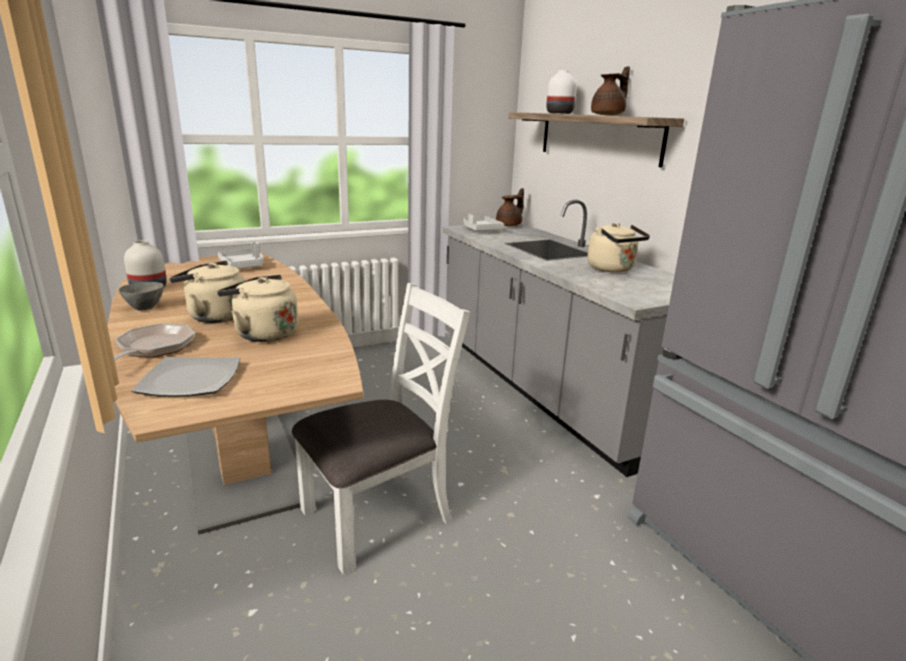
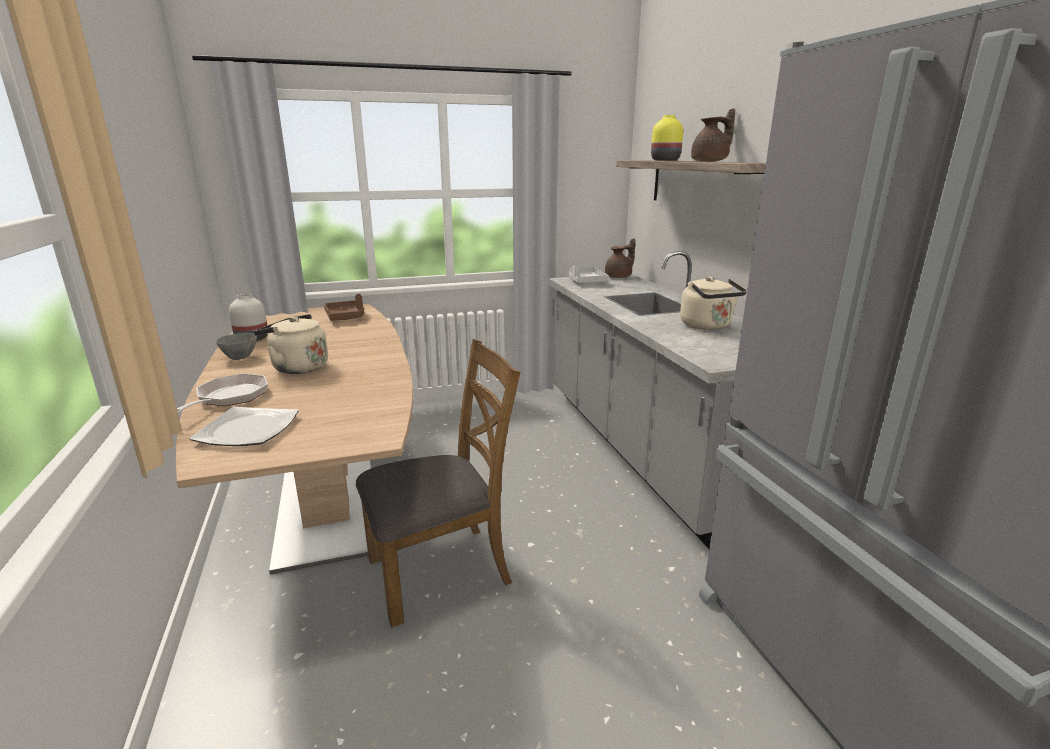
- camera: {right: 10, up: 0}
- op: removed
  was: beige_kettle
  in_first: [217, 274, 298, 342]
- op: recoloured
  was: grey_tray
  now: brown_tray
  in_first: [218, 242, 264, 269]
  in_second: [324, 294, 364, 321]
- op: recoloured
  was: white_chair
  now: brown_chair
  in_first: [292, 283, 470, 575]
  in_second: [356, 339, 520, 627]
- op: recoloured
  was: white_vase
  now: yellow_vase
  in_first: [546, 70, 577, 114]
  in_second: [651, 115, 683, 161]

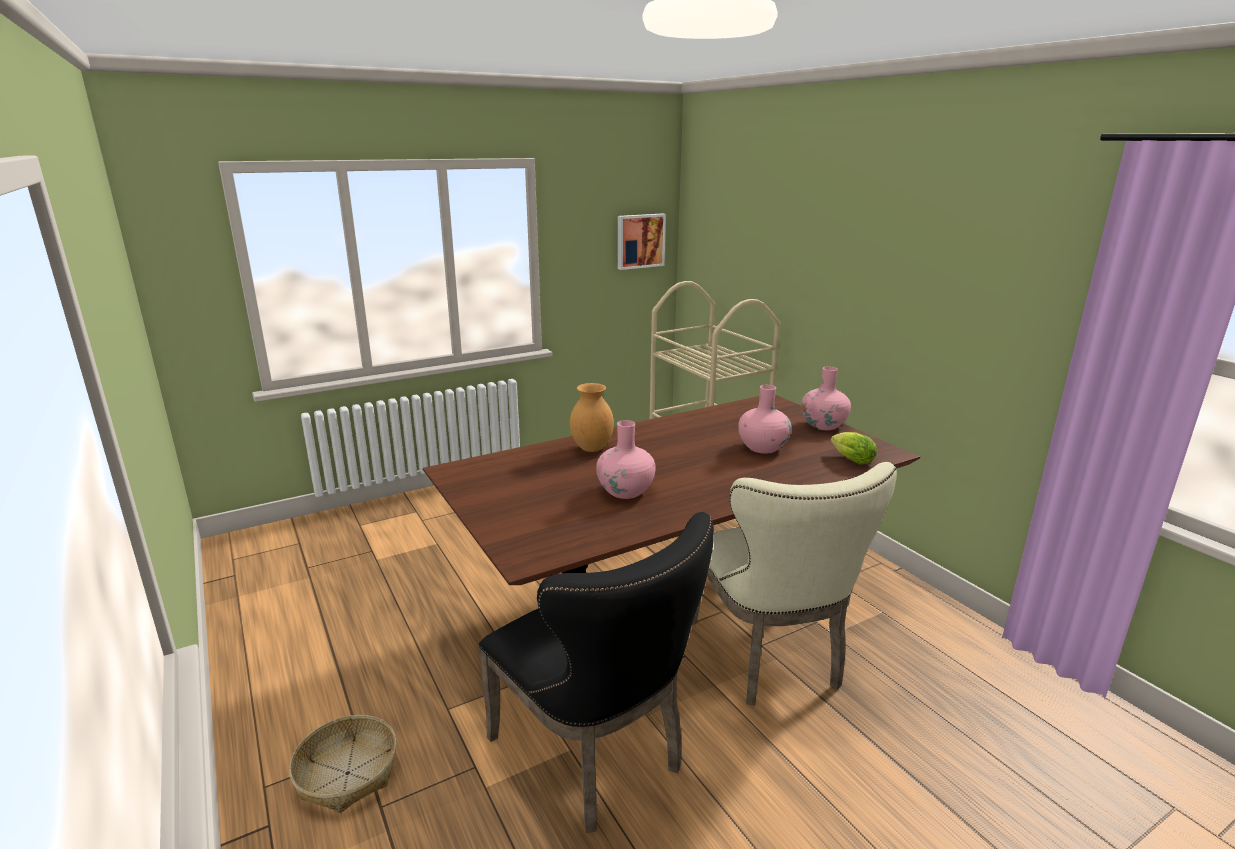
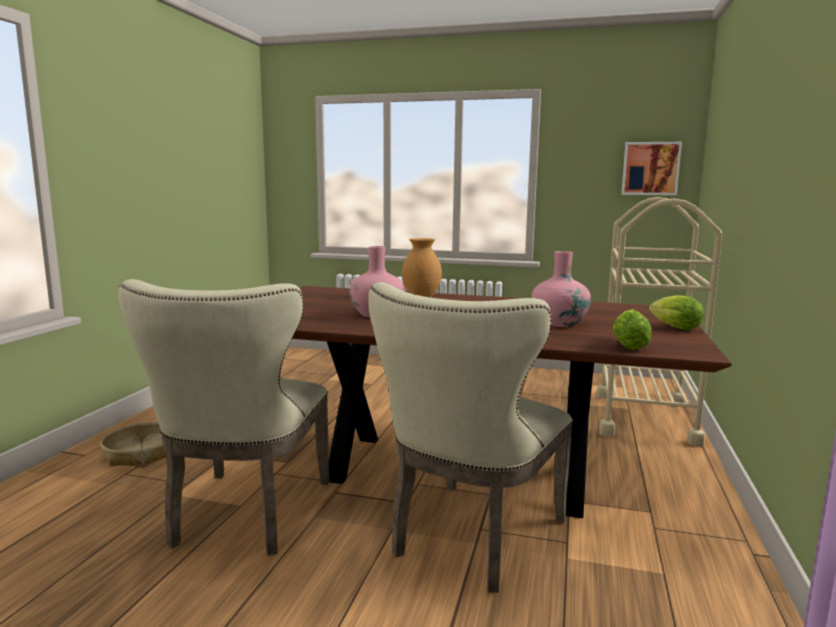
- camera: {right: 45, up: -10}
- op: replaced
  was: pink_vase
  now: lettuce
  in_first: [801, 366, 851, 430]
  in_second: [649, 295, 704, 330]
- op: recoloured
  was: black_chair
  now: beige_chair
  in_first: [479, 512, 714, 833]
  in_second: [118, 279, 330, 555]

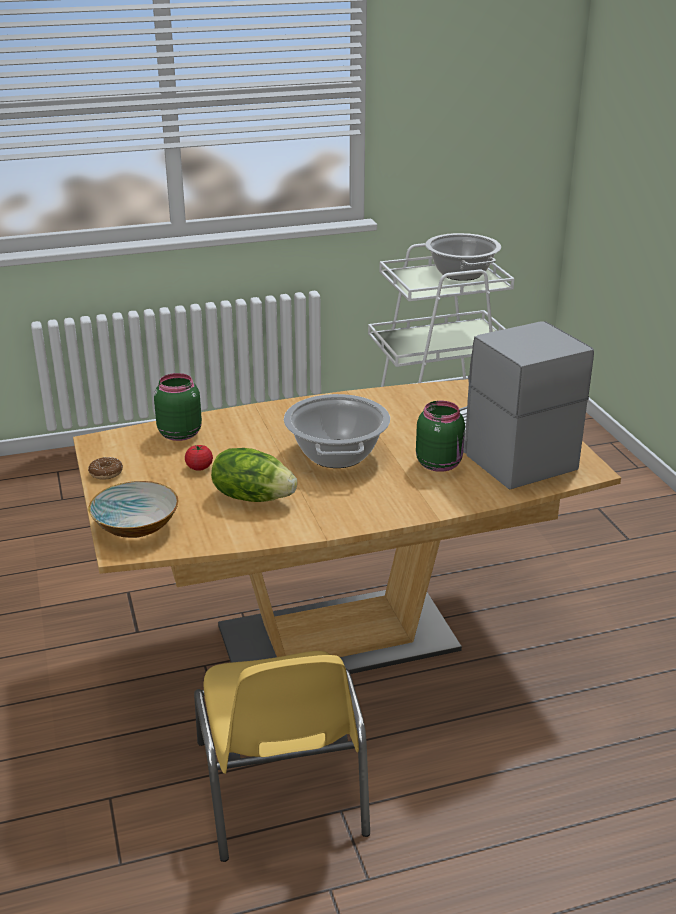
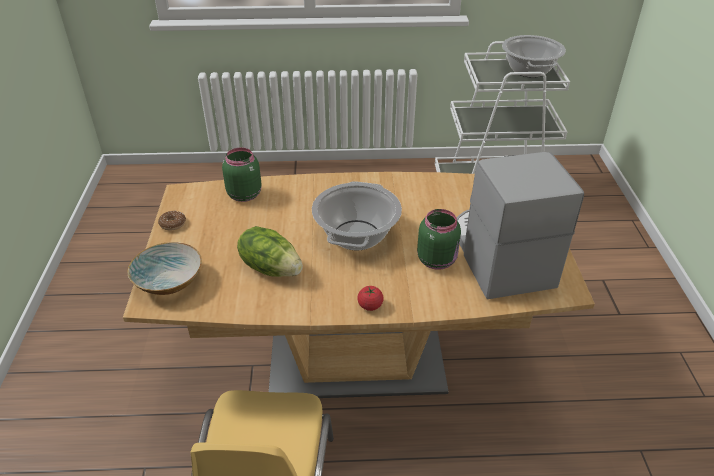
- camera: {right: 15, up: 10}
- op: moved
  was: tomato
  in_first: [185, 445, 213, 471]
  in_second: [357, 286, 384, 311]

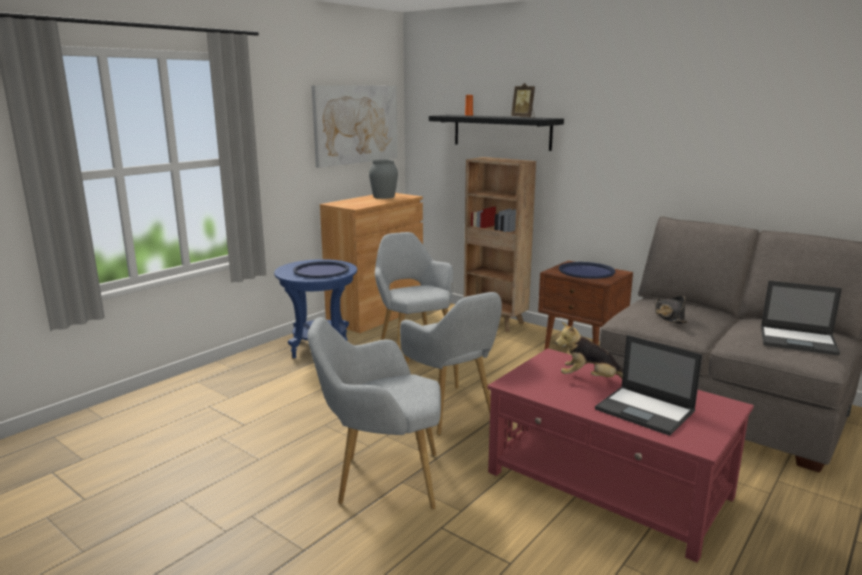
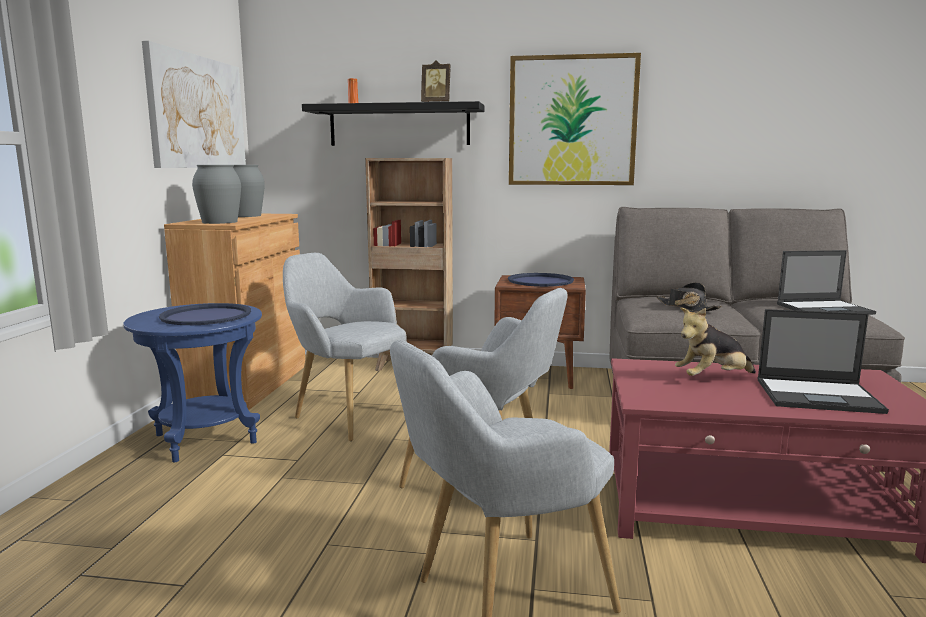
- camera: {right: -30, up: -5}
- op: added
  now: grey_vase
  in_second: [192, 165, 241, 224]
- op: added
  now: picture
  in_second: [509, 53, 641, 185]

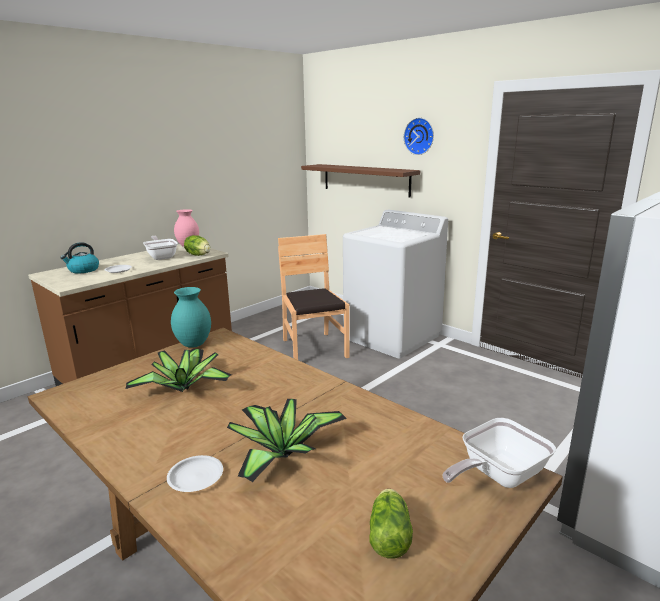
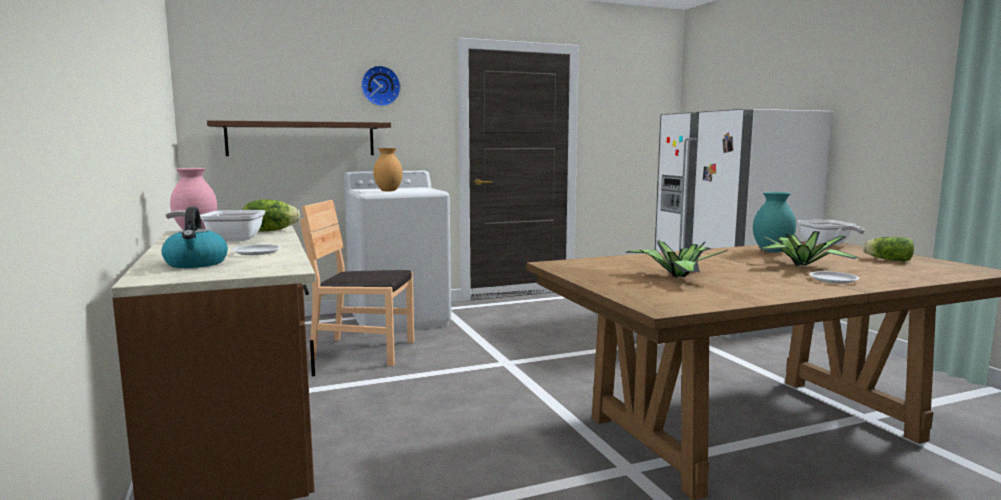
- camera: {right: -65, up: -10}
- op: added
  now: brown_vase
  in_second: [373, 148, 403, 191]
- op: moved
  was: turquoise_vase
  in_first: [171, 287, 211, 348]
  in_second: [753, 192, 796, 253]

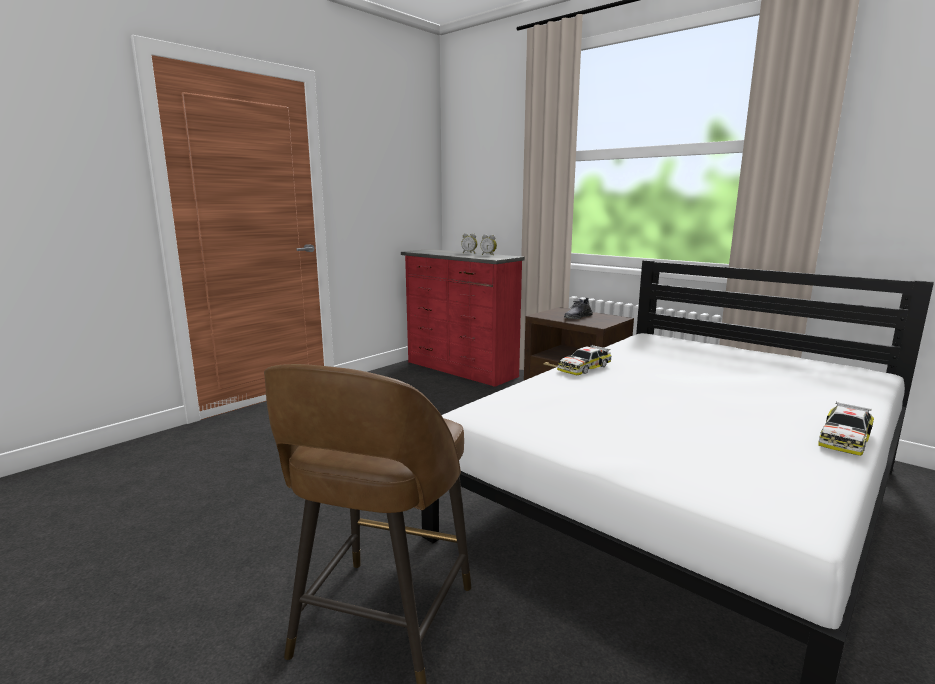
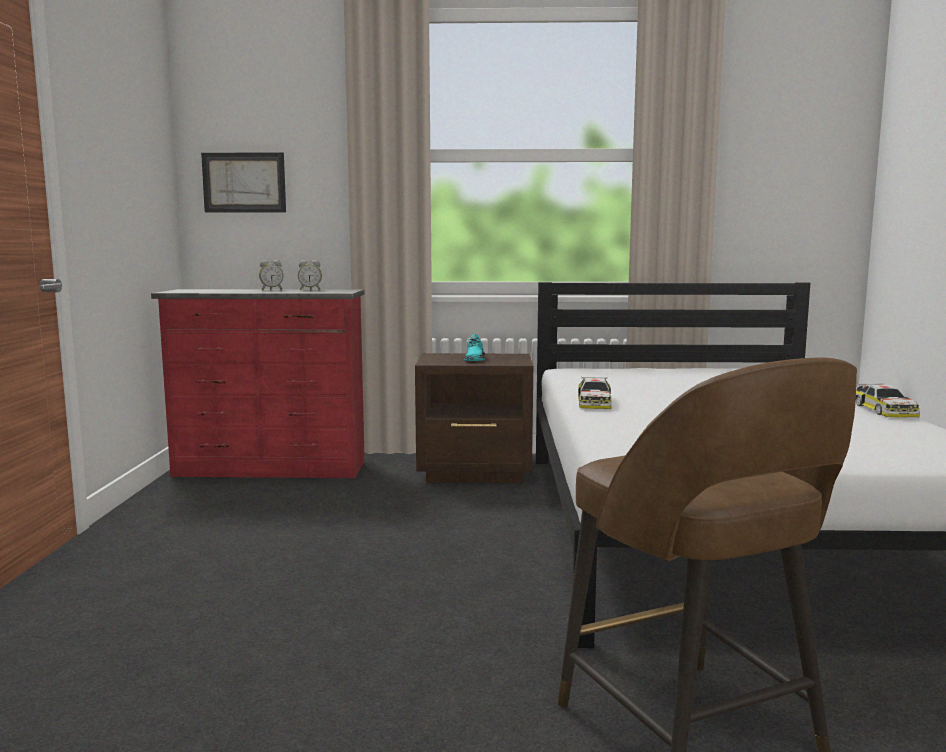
- camera: {right: -40, up: -5}
- op: added
  now: picture
  in_second: [201, 152, 286, 212]
- op: recoloured
  was: grey_shoe
  now: turquoise_shoe
  in_first: [564, 298, 593, 319]
  in_second: [464, 334, 485, 361]

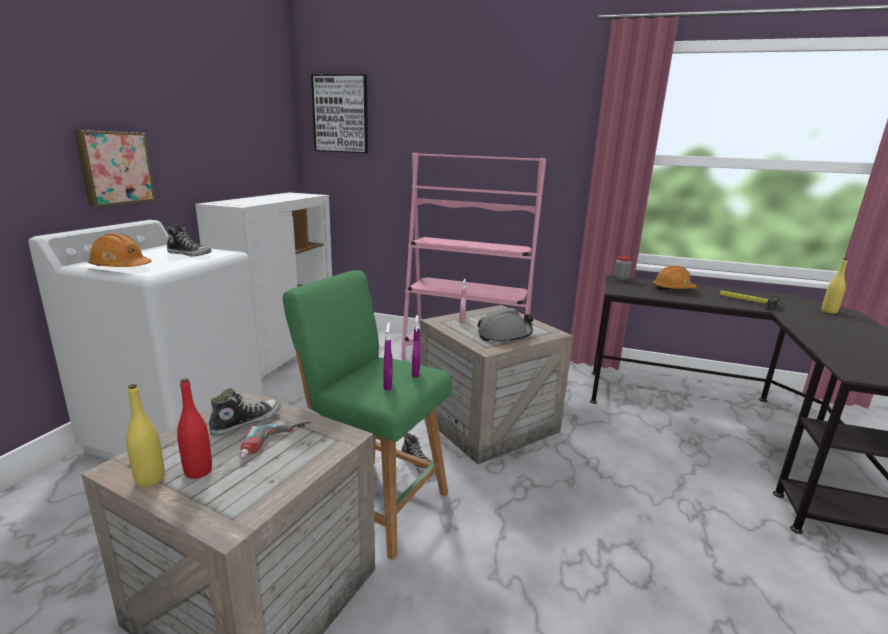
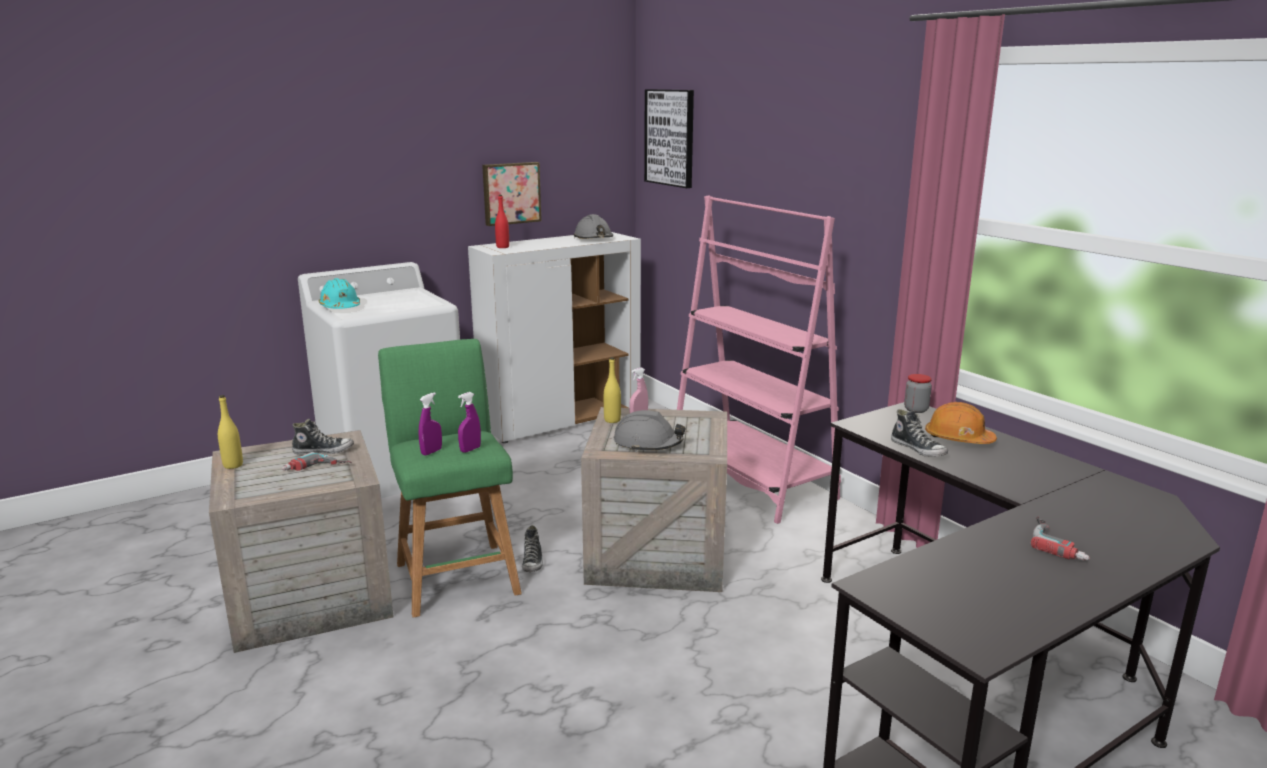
- camera: {right: 40, up: 0}
- op: removed
  was: hammer
  in_first: [719, 291, 780, 310]
- op: added
  now: grey_hard_hat
  in_second: [574, 214, 613, 239]
- op: added
  now: power_drill
  in_second: [1031, 516, 1090, 561]
- op: moved
  was: picture
  in_first: [74, 130, 156, 207]
  in_second: [482, 162, 541, 226]
- op: moved
  was: shoe
  in_first: [166, 224, 212, 257]
  in_second: [891, 409, 948, 457]
- op: moved
  was: red_bottle
  in_first: [177, 378, 212, 479]
  in_second: [495, 195, 509, 248]
- op: moved
  was: yellow_bottle
  in_first: [822, 259, 848, 313]
  in_second: [604, 357, 621, 423]
- op: recoloured
  was: orange_hard_hat
  now: turquoise_hard_hat
  in_first: [88, 233, 152, 267]
  in_second: [319, 278, 360, 309]

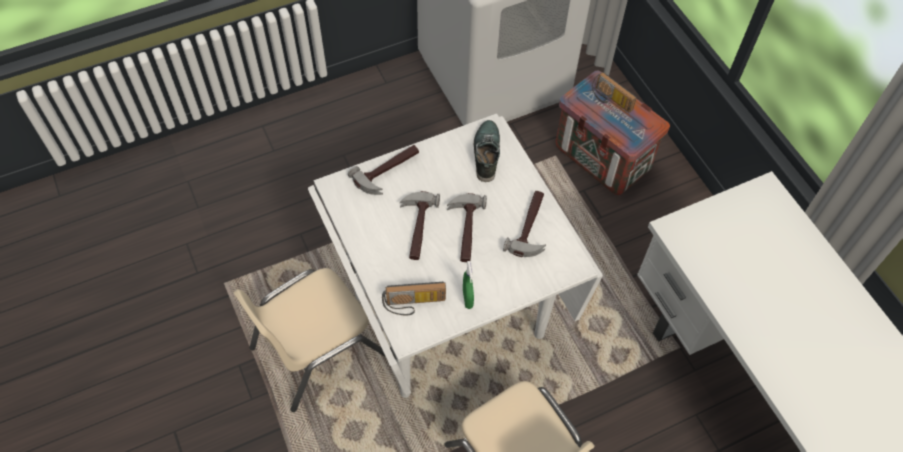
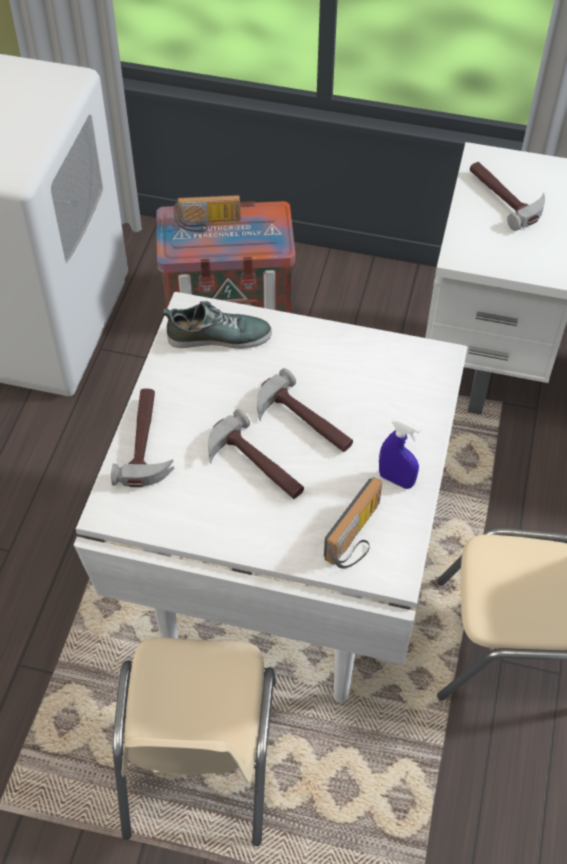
- camera: {right: -50, up: -5}
- op: moved
  was: hammer
  in_first: [503, 191, 546, 257]
  in_second: [470, 162, 545, 231]
- op: recoloured
  was: green_spray_bottle
  now: blue_spray_bottle
  in_first: [463, 261, 474, 309]
  in_second: [379, 419, 420, 489]
- op: turned
  was: shoe
  in_first: [474, 120, 500, 182]
  in_second: [163, 301, 272, 349]
  clockwise: 135

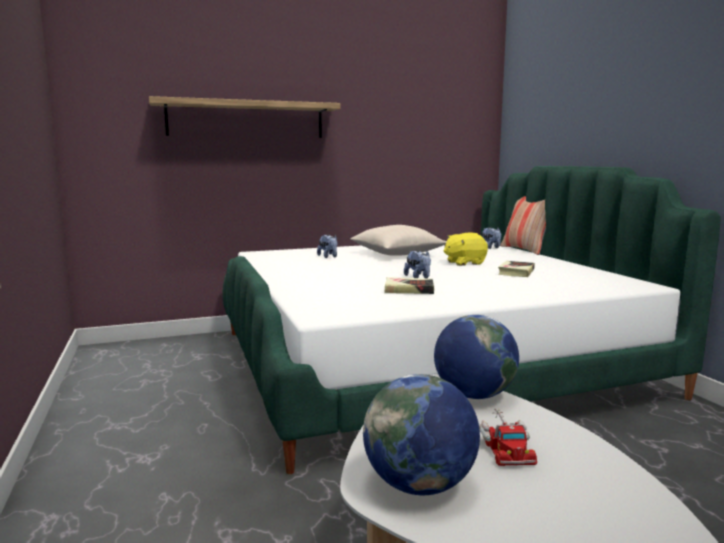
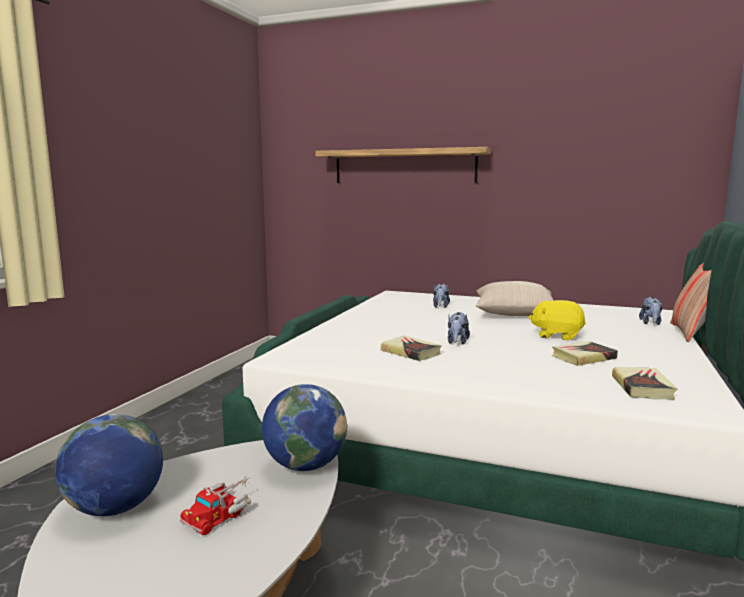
- camera: {right: 40, up: 0}
- op: added
  now: book
  in_second: [612, 367, 677, 399]

